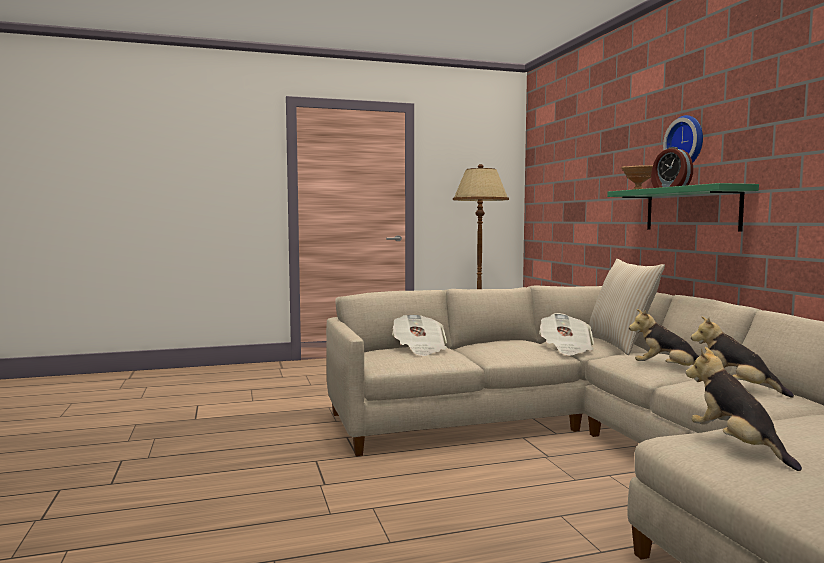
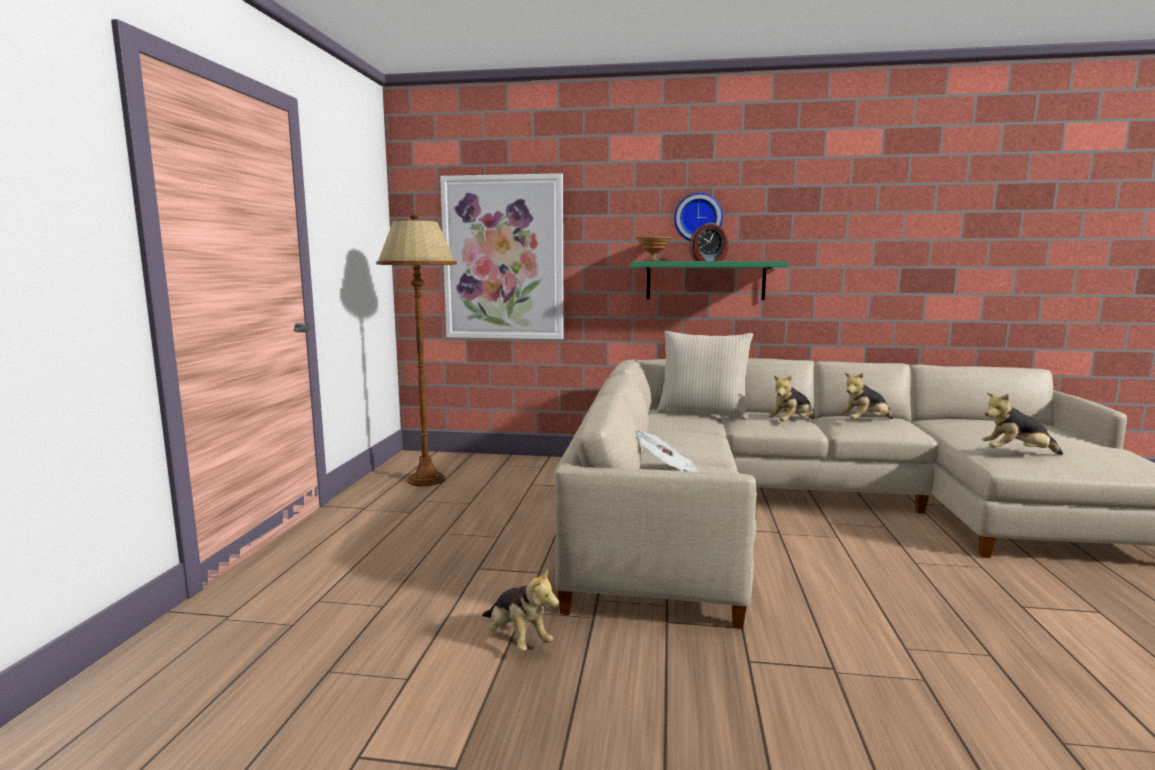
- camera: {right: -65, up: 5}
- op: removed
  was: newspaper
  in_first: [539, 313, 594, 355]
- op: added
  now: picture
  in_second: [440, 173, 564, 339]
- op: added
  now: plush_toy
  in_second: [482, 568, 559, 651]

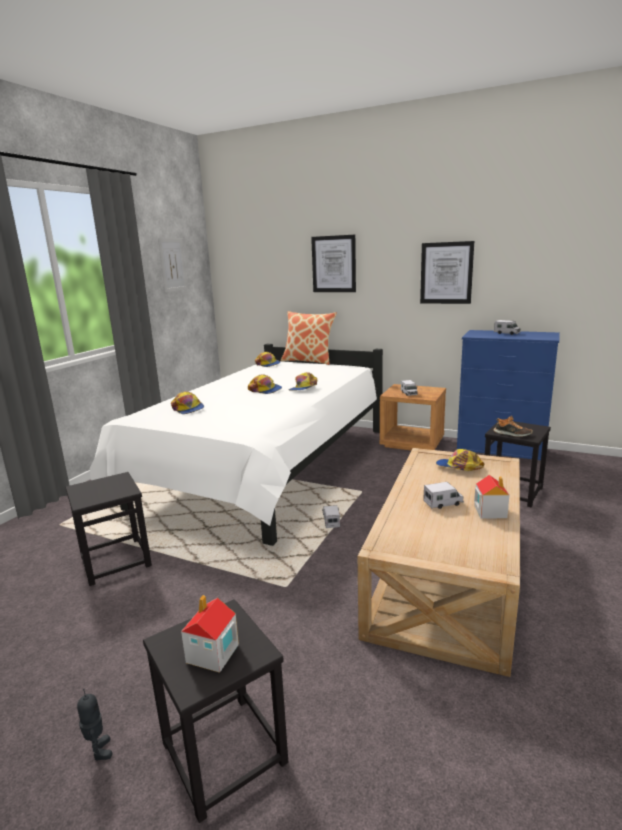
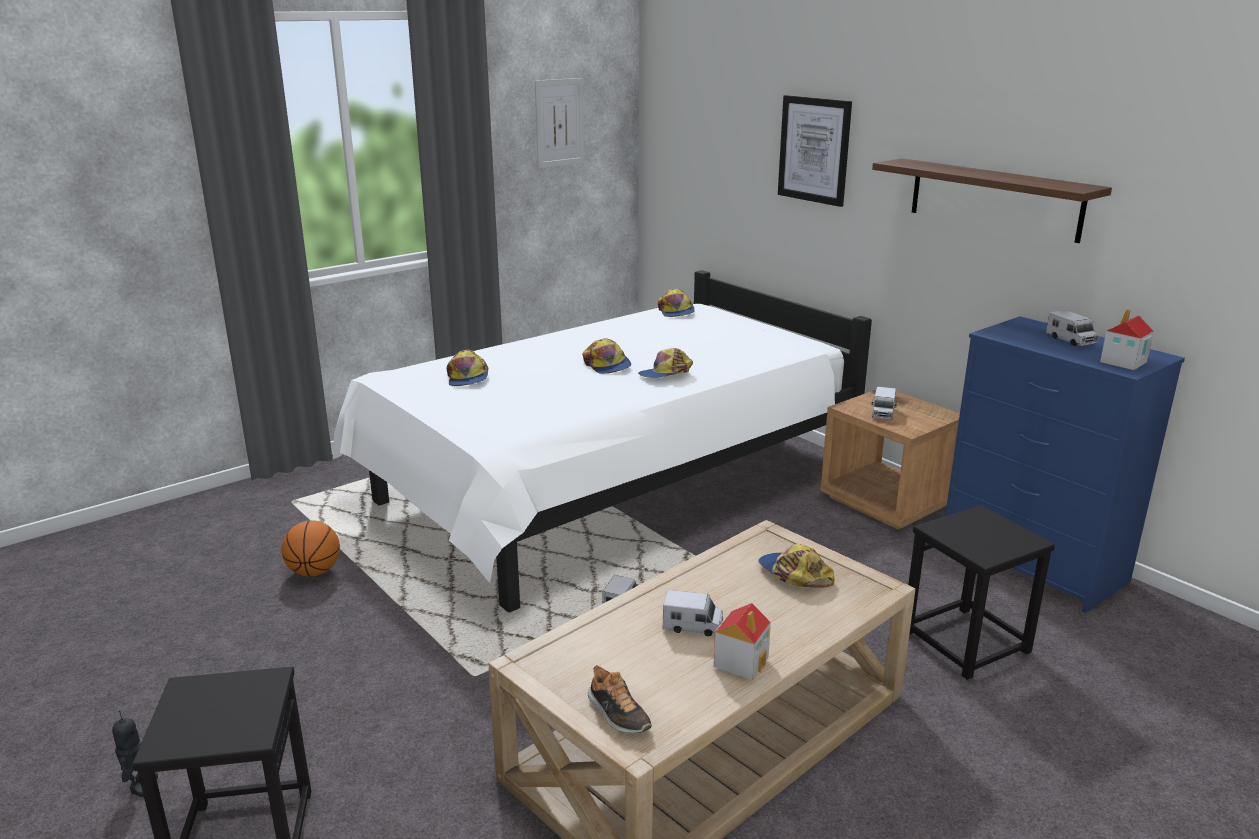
- camera: {right: 25, up: 5}
- op: removed
  was: pillow
  in_first: [281, 311, 337, 365]
- op: moved
  was: toy_house
  in_first: [181, 595, 239, 673]
  in_second: [1100, 309, 1154, 370]
- op: moved
  was: shoe
  in_first: [494, 416, 533, 437]
  in_second: [588, 665, 652, 733]
- op: replaced
  was: black_stool
  now: basketball
  in_first: [65, 472, 152, 586]
  in_second: [282, 520, 340, 576]
- op: replaced
  was: picture
  now: shelf
  in_first: [420, 241, 474, 304]
  in_second: [872, 158, 1112, 243]

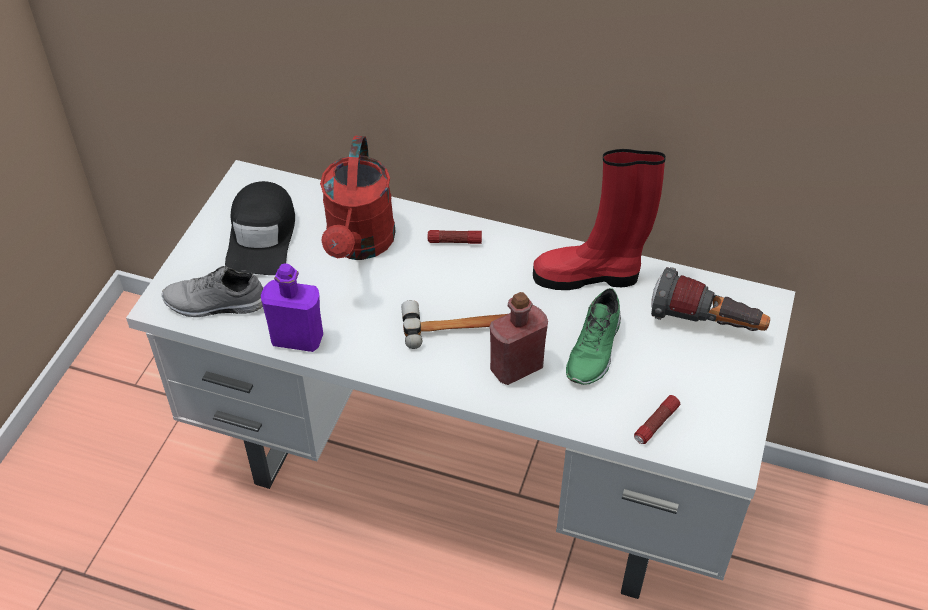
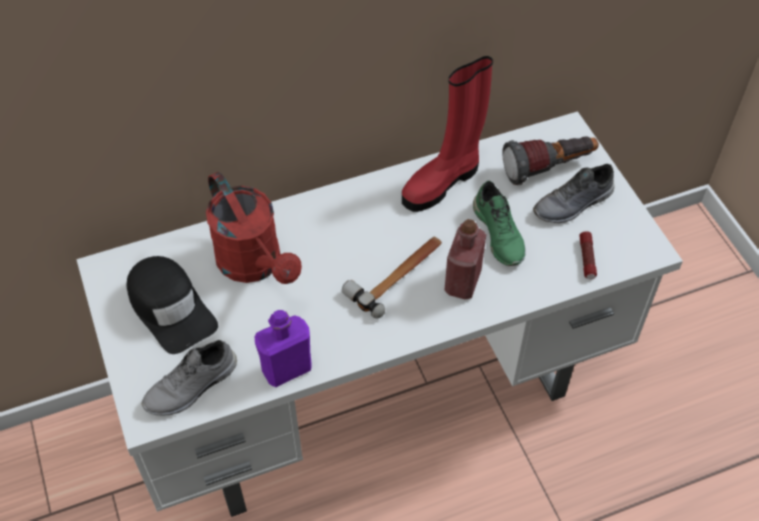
- camera: {right: -40, up: 5}
- op: removed
  was: flashlight
  in_first: [428, 230, 482, 244]
- op: added
  now: grey_shoe
  in_second: [533, 164, 615, 223]

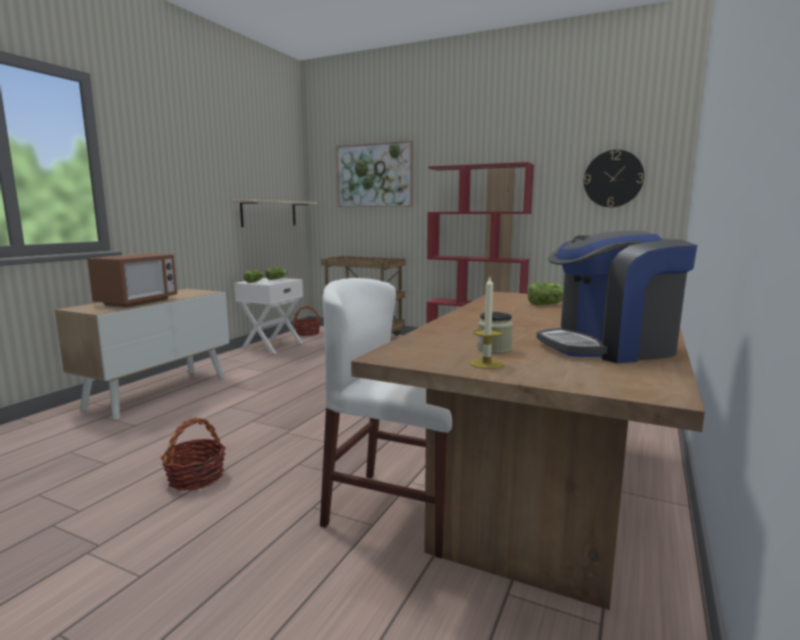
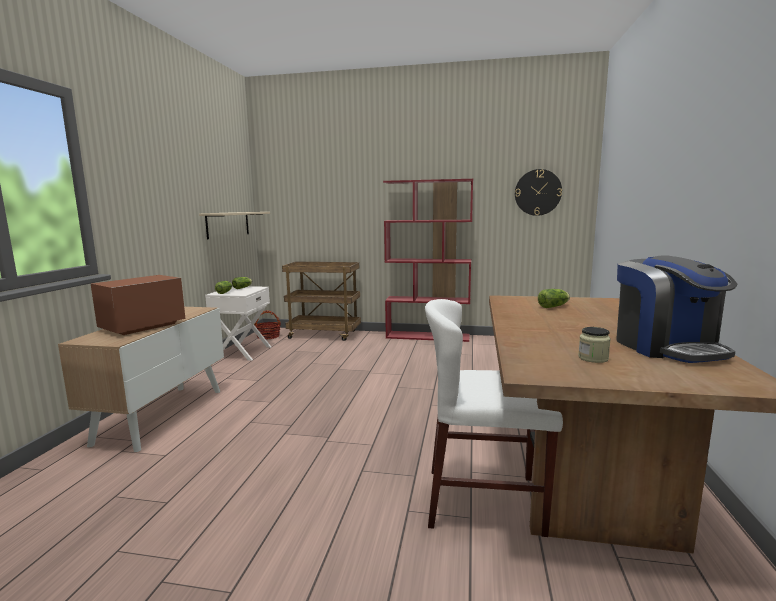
- camera: {right: -15, up: 0}
- op: removed
  was: basket
  in_first: [161, 418, 226, 491]
- op: removed
  was: picture
  in_first: [336, 141, 413, 207]
- op: removed
  was: candle
  in_first: [470, 277, 504, 369]
- op: turned
  was: microwave
  in_first: [87, 254, 177, 307]
  in_second: [91, 275, 186, 335]
  clockwise: -150
- op: turned
  was: coffee_machine
  in_first: [537, 231, 697, 363]
  in_second: [616, 255, 737, 363]
  clockwise: -75

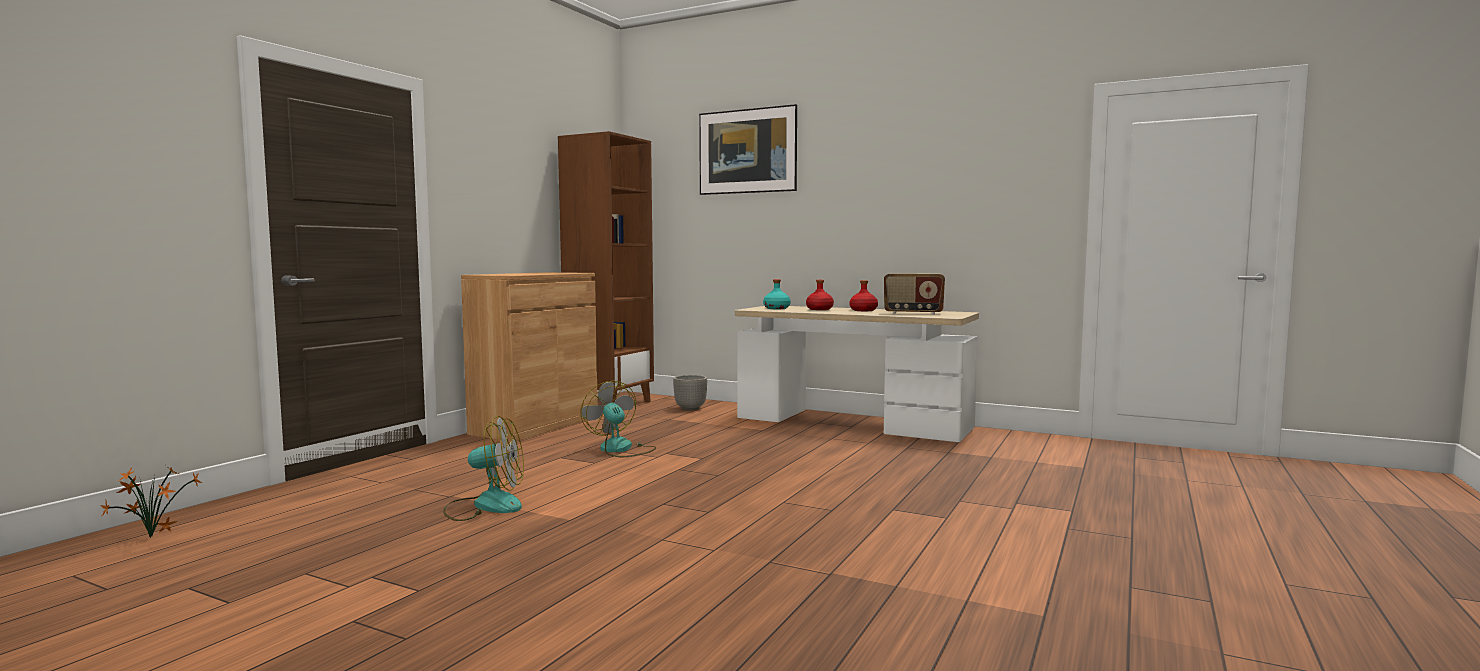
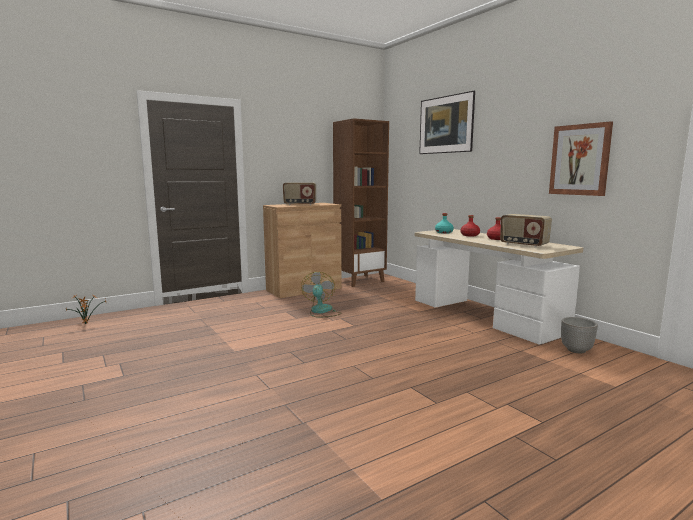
- camera: {right: 30, up: 5}
- op: removed
  was: fan
  in_first: [443, 416, 524, 521]
- op: added
  now: radio
  in_second: [283, 182, 316, 205]
- op: added
  now: picture
  in_second: [549, 121, 613, 196]
- op: moved
  was: planter
  in_first: [673, 375, 707, 411]
  in_second: [561, 317, 598, 354]

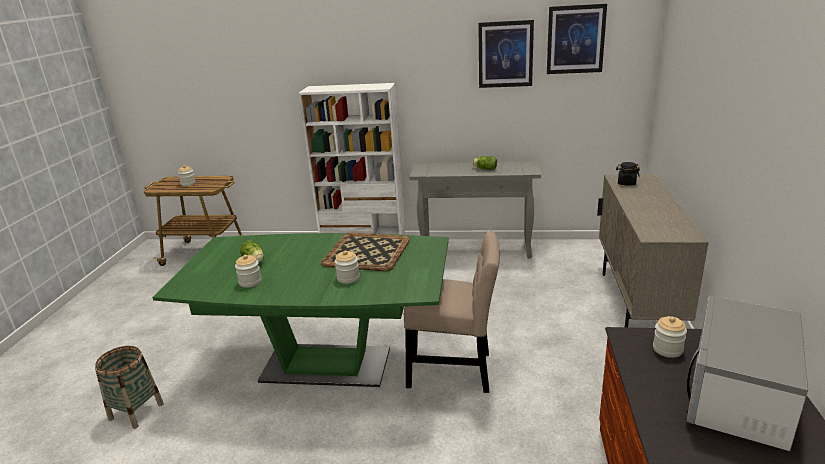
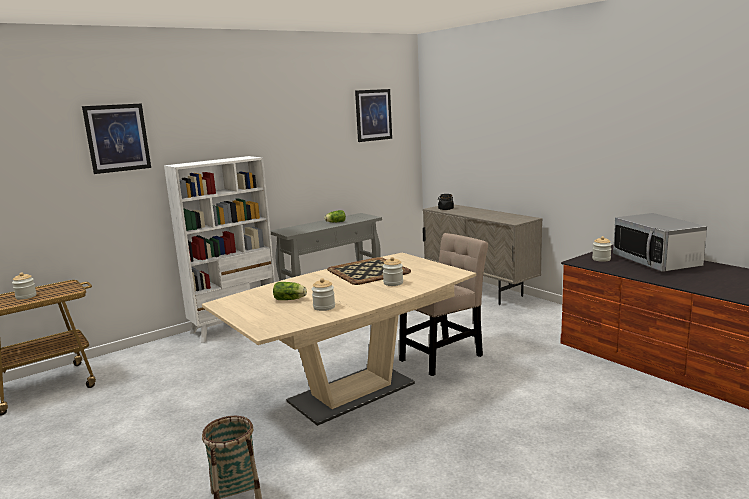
- camera: {right: -45, up: -10}
- op: moved
  was: picture
  in_first: [478, 20, 534, 88]
  in_second: [82, 103, 151, 174]
- op: recoloured
  was: green_dining_table
  now: beige_dining_table
  in_first: [152, 233, 449, 387]
  in_second: [202, 253, 476, 426]

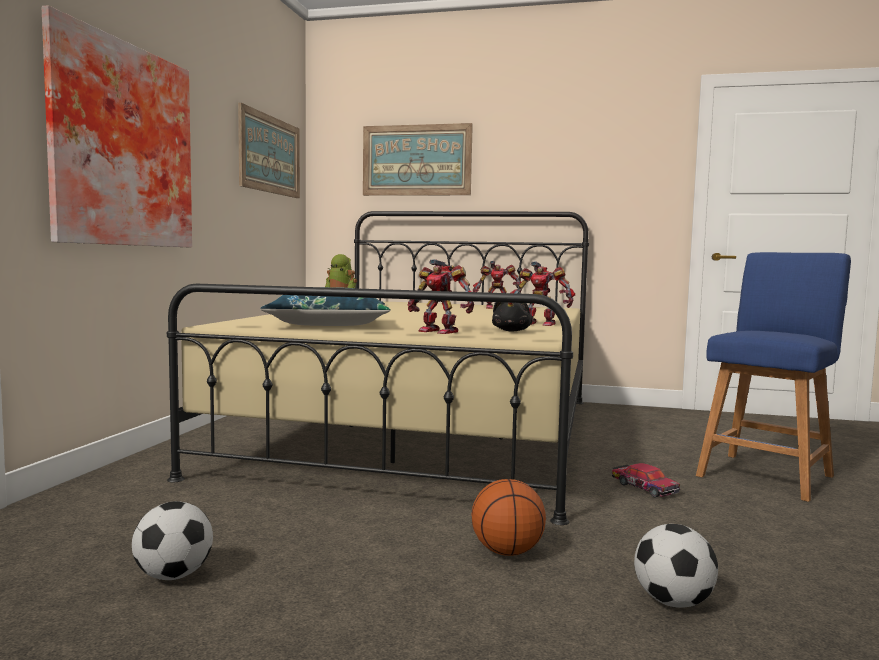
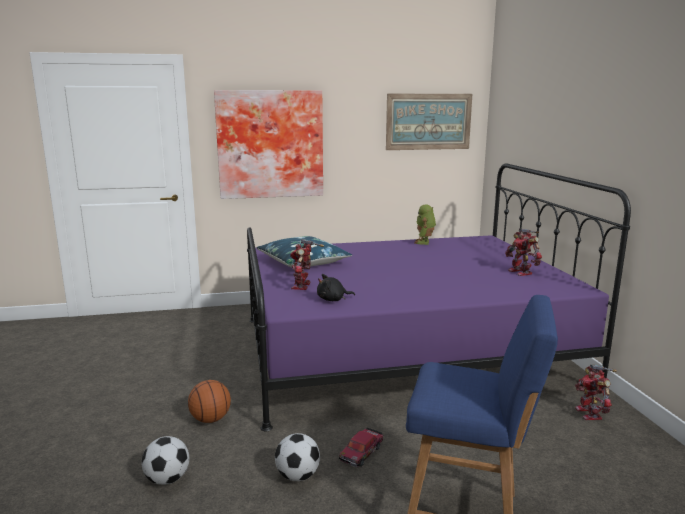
- camera: {right: 65, up: 10}
- op: removed
  was: picture
  in_first: [363, 123, 473, 196]
- op: moved
  was: football
  in_first: [132, 501, 213, 580]
  in_second: [275, 433, 320, 481]
- op: moved
  was: toy_robot
  in_first: [510, 261, 575, 326]
  in_second: [575, 365, 617, 420]
- op: recoloured
  was: beige_bed
  now: purple_bed
  in_first: [167, 211, 589, 525]
  in_second: [247, 163, 631, 431]

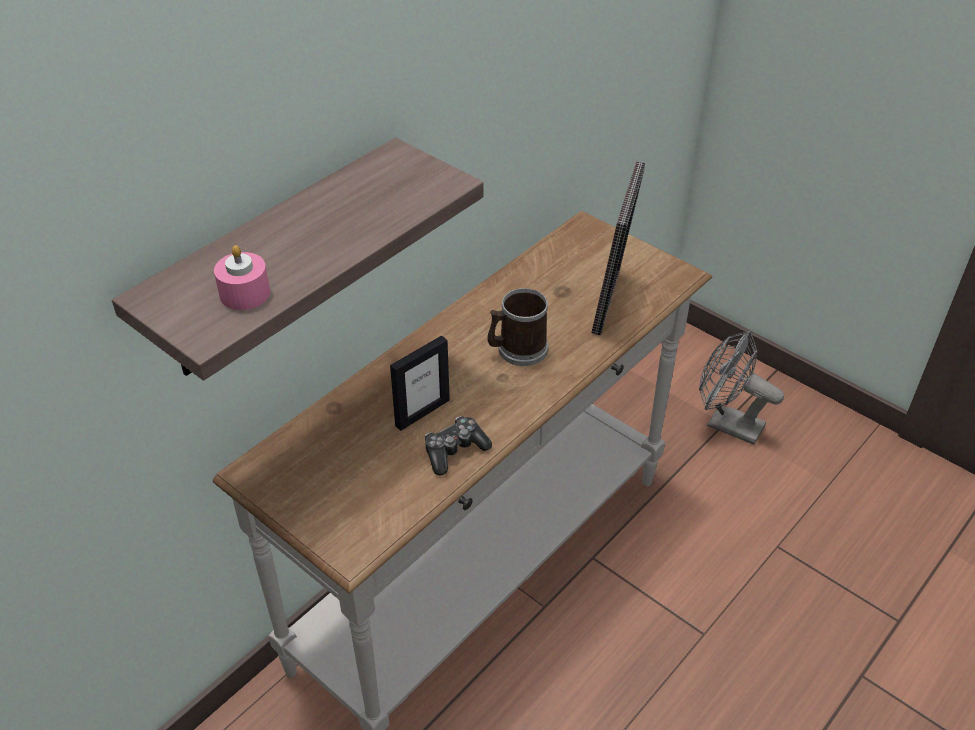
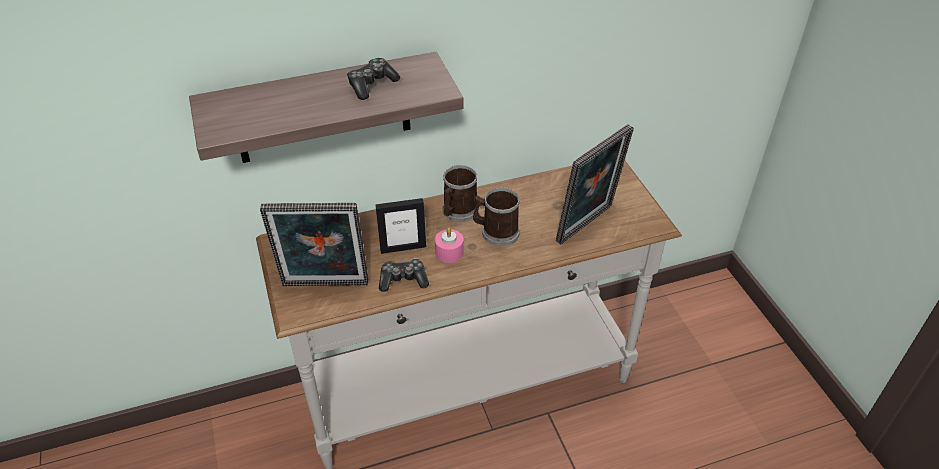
- camera: {right: 30, up: 0}
- op: removed
  was: grey_fan
  in_first: [699, 331, 784, 445]
- op: added
  now: picture_frame
  in_second: [260, 203, 368, 286]
- op: added
  now: game_controller
  in_second: [347, 58, 400, 100]
- op: added
  now: mug
  in_second: [442, 165, 479, 222]
- op: moved
  was: pink_candle
  in_first: [214, 245, 270, 310]
  in_second: [435, 228, 464, 263]

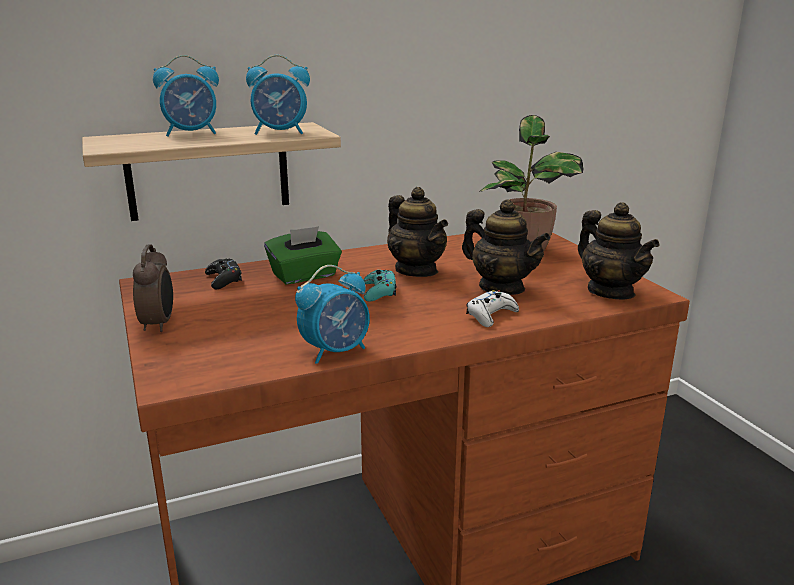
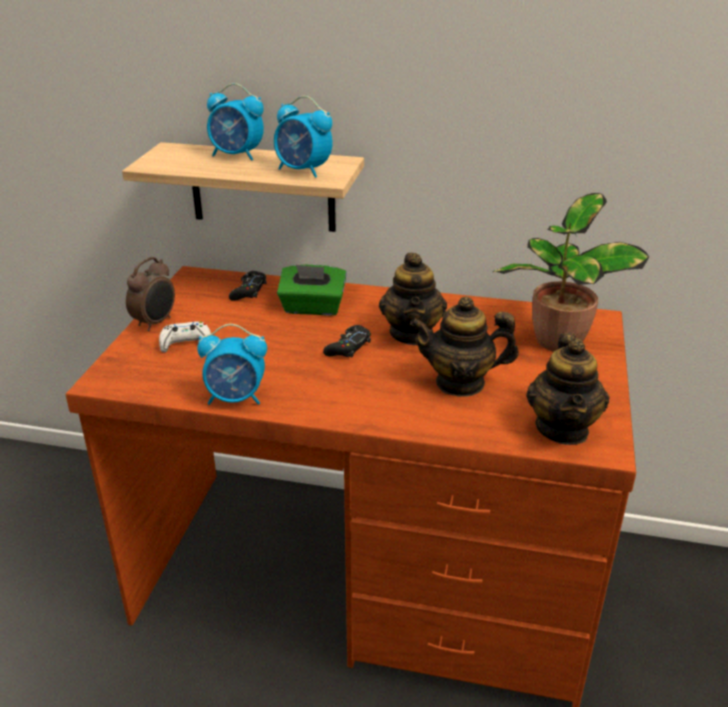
- camera: {right: 35, up: 10}
- op: moved
  was: white_game_controller
  in_first: [466, 290, 519, 327]
  in_second: [159, 321, 211, 353]
- op: recoloured
  was: turquoise_game_controller
  now: black_game_controller
  in_first: [364, 270, 397, 302]
  in_second: [323, 325, 371, 358]
- op: turned
  was: teapot
  in_first: [462, 200, 550, 295]
  in_second: [410, 296, 519, 397]
  clockwise: 105

